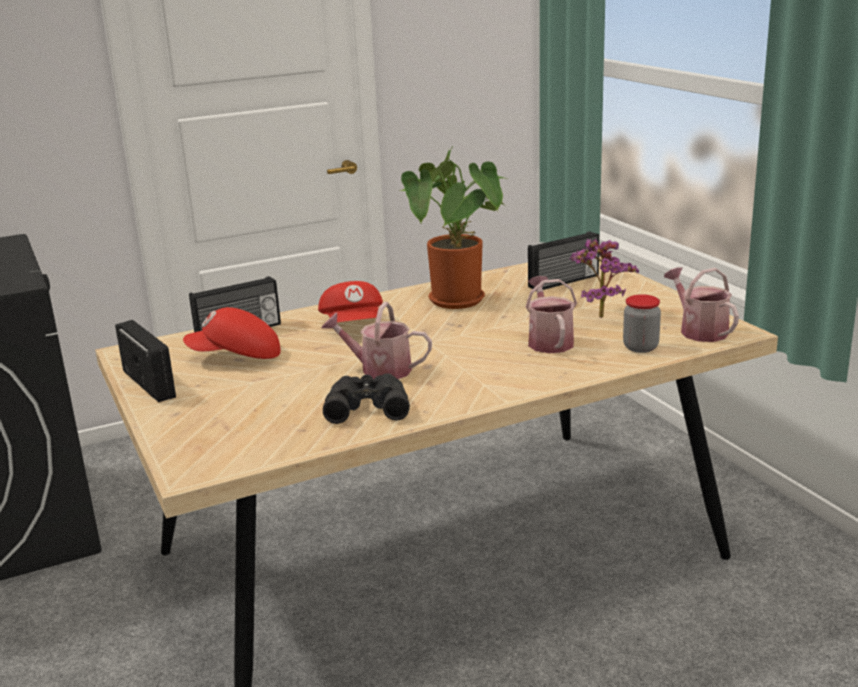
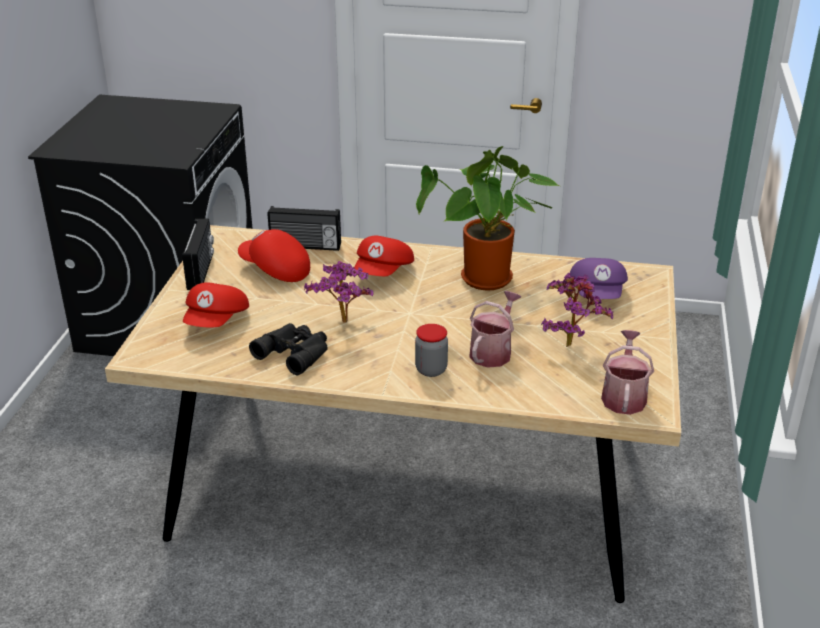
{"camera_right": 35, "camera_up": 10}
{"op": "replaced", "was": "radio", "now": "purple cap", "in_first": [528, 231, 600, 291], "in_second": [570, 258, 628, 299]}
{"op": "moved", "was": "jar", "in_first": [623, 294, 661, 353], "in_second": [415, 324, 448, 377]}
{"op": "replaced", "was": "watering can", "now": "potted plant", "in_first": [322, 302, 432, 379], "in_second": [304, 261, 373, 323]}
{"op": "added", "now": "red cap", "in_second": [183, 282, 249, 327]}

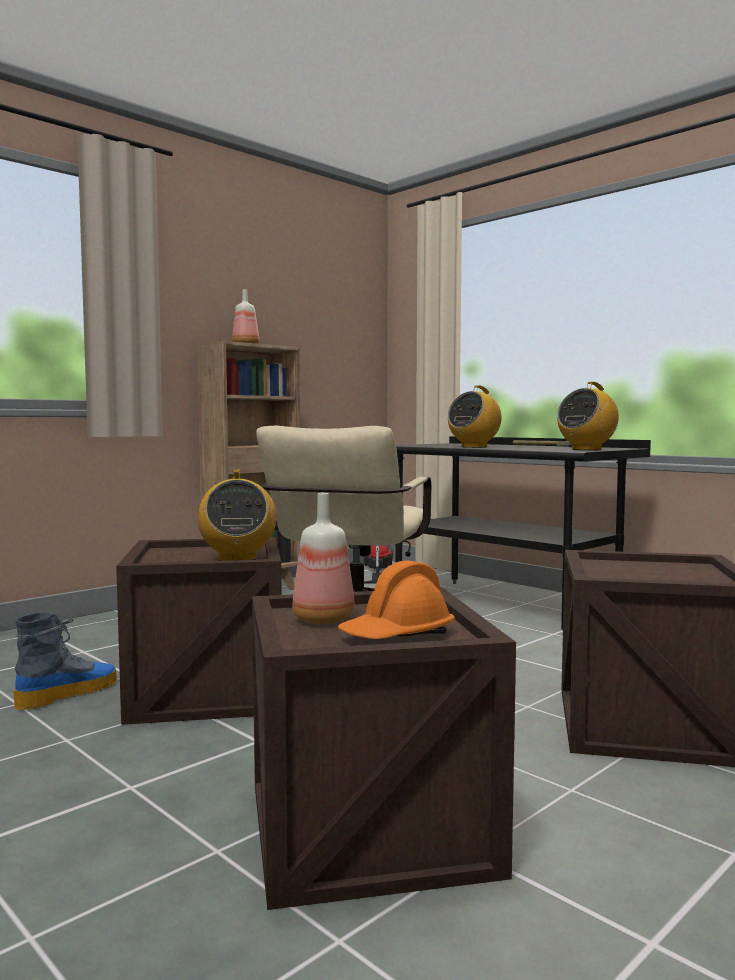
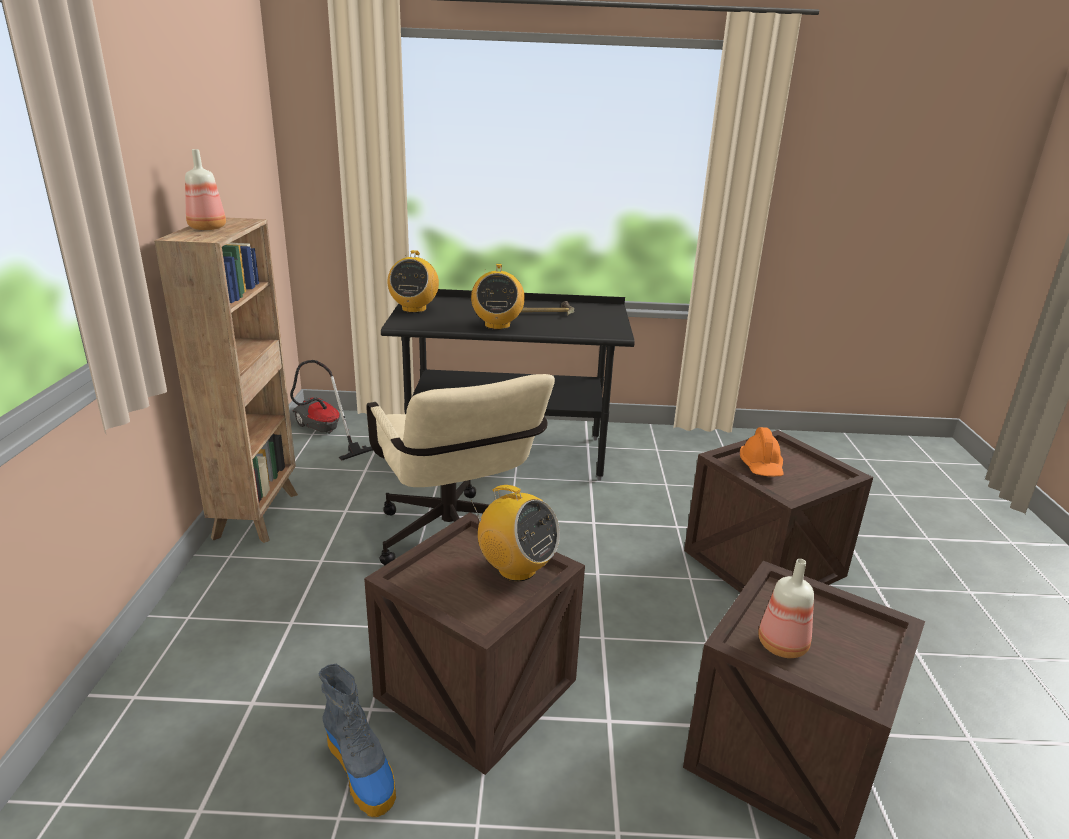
{"camera_right": -45, "camera_up": 20}
{"op": "moved", "was": "radio", "in_first": [557, 382, 619, 451], "in_second": [387, 250, 439, 313]}
{"op": "moved", "was": "orange hard hat", "in_first": [338, 561, 455, 639], "in_second": [740, 427, 784, 477]}
{"op": "turned", "was": "boot", "in_first": [14, 612, 117, 710], "in_second": [318, 664, 396, 817], "clockwise": 150}

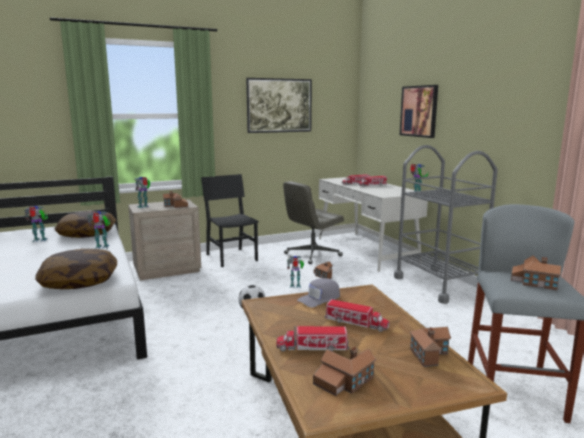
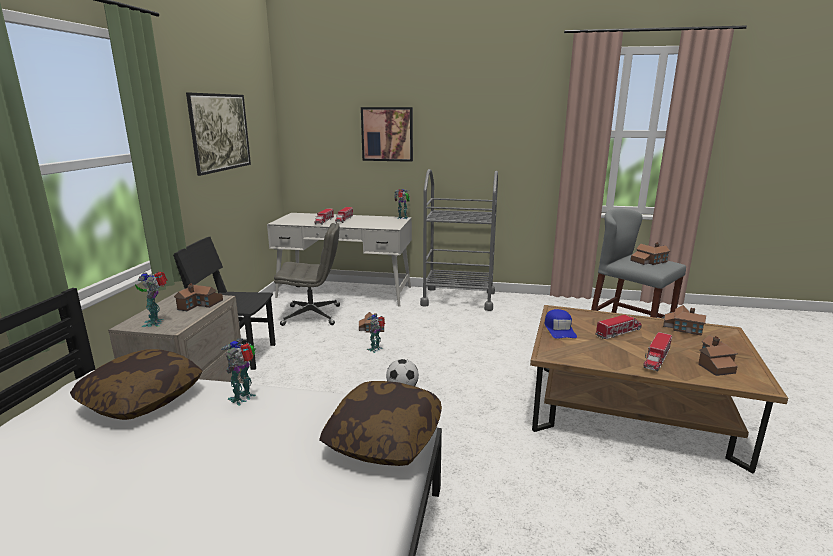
{"camera_right": -55, "camera_up": 5}
{"op": "turned", "was": "grey office chair", "in_first": [283, 181, 344, 264], "in_second": [274, 223, 340, 326], "clockwise": -90}
{"op": "removed", "was": "toy robot", "in_first": [24, 206, 48, 242]}
{"op": "recoloured", "was": "grey cap", "now": "blue cap", "in_first": [297, 278, 340, 307], "in_second": [544, 309, 577, 339]}

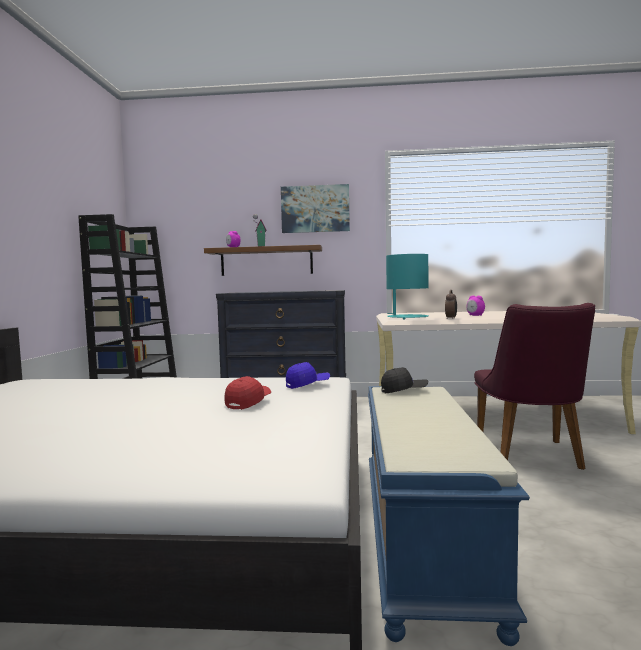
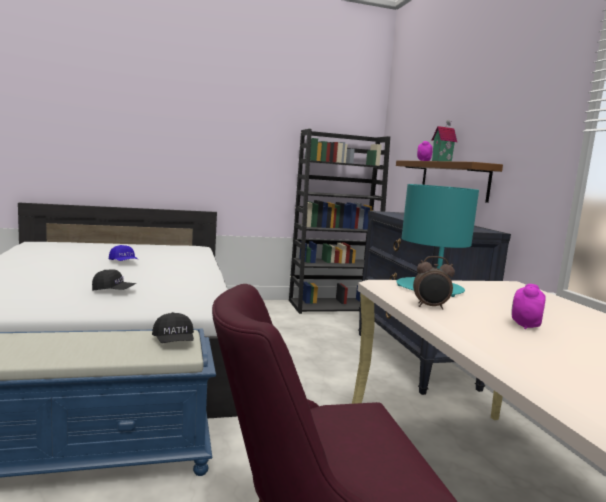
{"camera_right": 70, "camera_up": 5}
{"op": "removed", "was": "picture", "in_first": [281, 184, 350, 233]}
{"op": "moved", "was": "blue cap", "in_first": [286, 362, 330, 389], "in_second": [109, 245, 138, 261]}
{"op": "recoloured", "was": "red cap", "now": "black cap", "in_first": [225, 376, 271, 410], "in_second": [92, 270, 136, 290]}

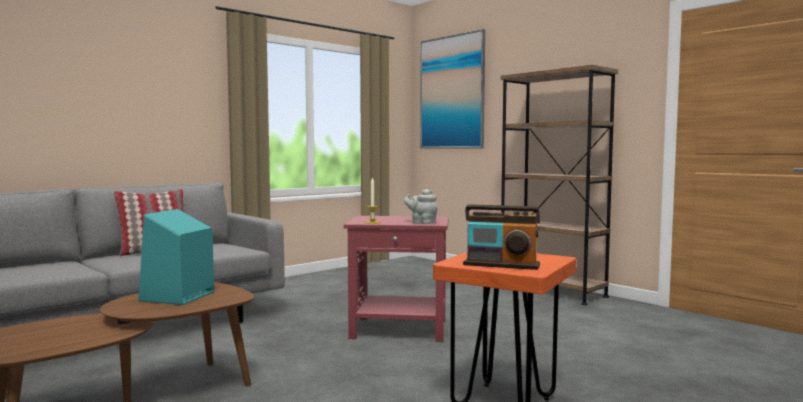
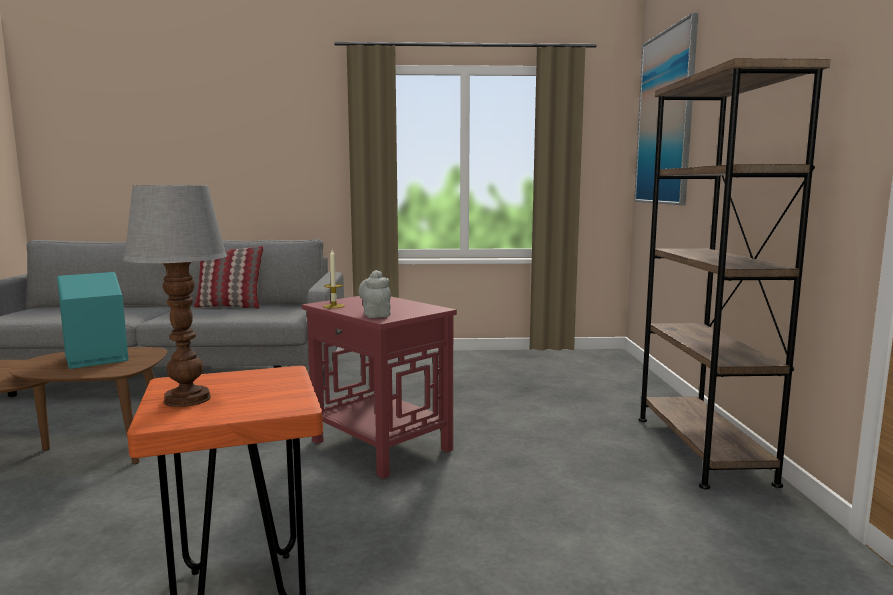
{"camera_right": 40, "camera_up": 5}
{"op": "replaced", "was": "radio", "now": "table lamp", "in_first": [463, 204, 541, 270], "in_second": [123, 185, 227, 407]}

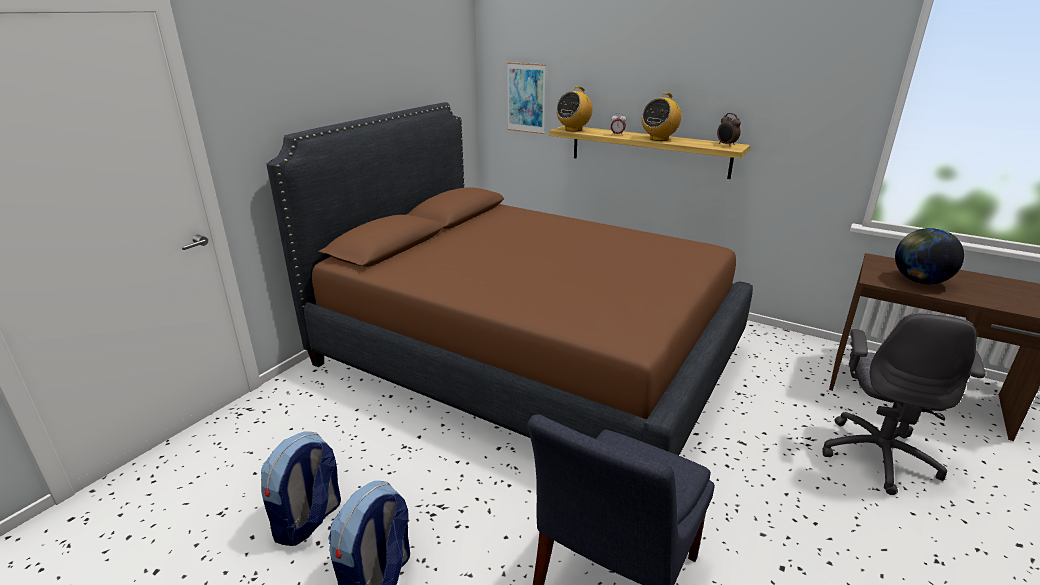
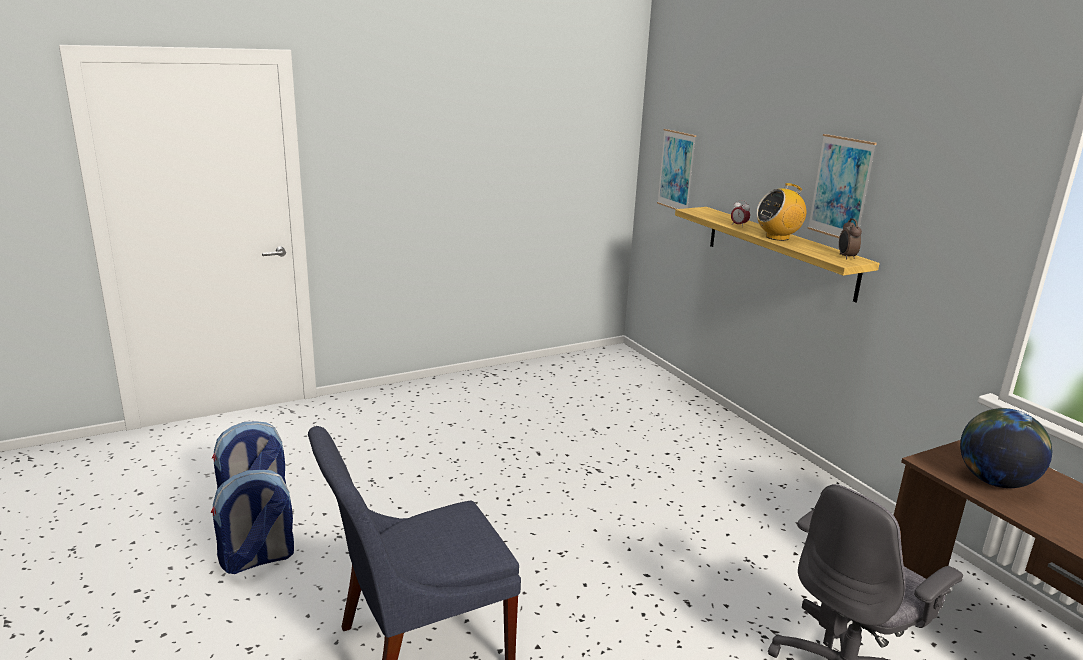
{"camera_right": 30, "camera_up": -5}
{"op": "removed", "was": "radio", "in_first": [556, 86, 593, 132]}
{"op": "removed", "was": "brown bed", "in_first": [267, 102, 753, 455]}
{"op": "added", "now": "picture", "in_second": [807, 134, 877, 238]}

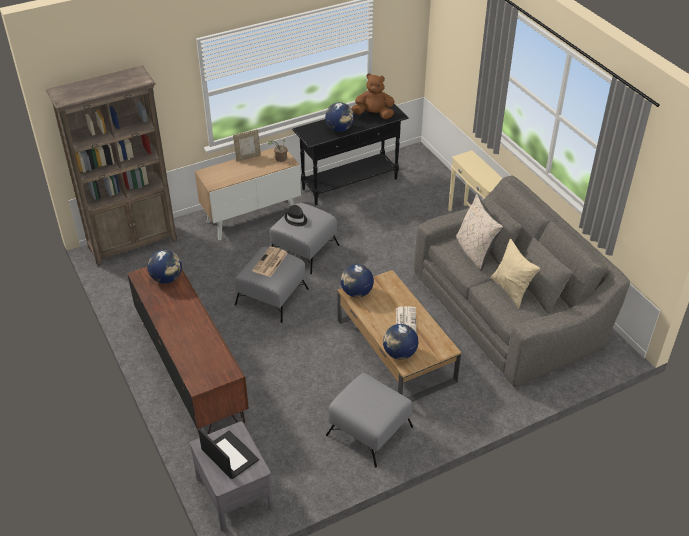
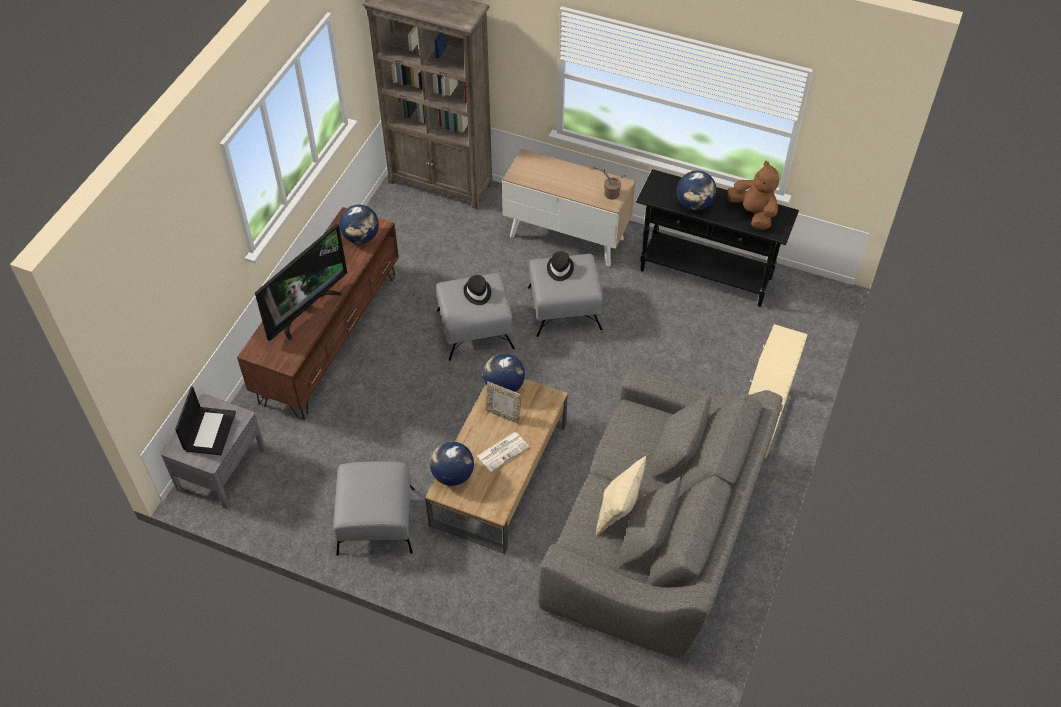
{"camera_right": 50, "camera_up": 10}
{"op": "moved", "was": "picture frame", "in_first": [233, 129, 261, 161], "in_second": [486, 381, 522, 424]}
{"op": "removed", "was": "beige pillow", "in_first": [456, 194, 503, 270]}
{"op": "replaced", "was": "newspaper", "now": "black hat", "in_first": [252, 246, 288, 277], "in_second": [464, 275, 491, 305]}
{"op": "added", "now": "television", "in_second": [255, 224, 347, 341]}

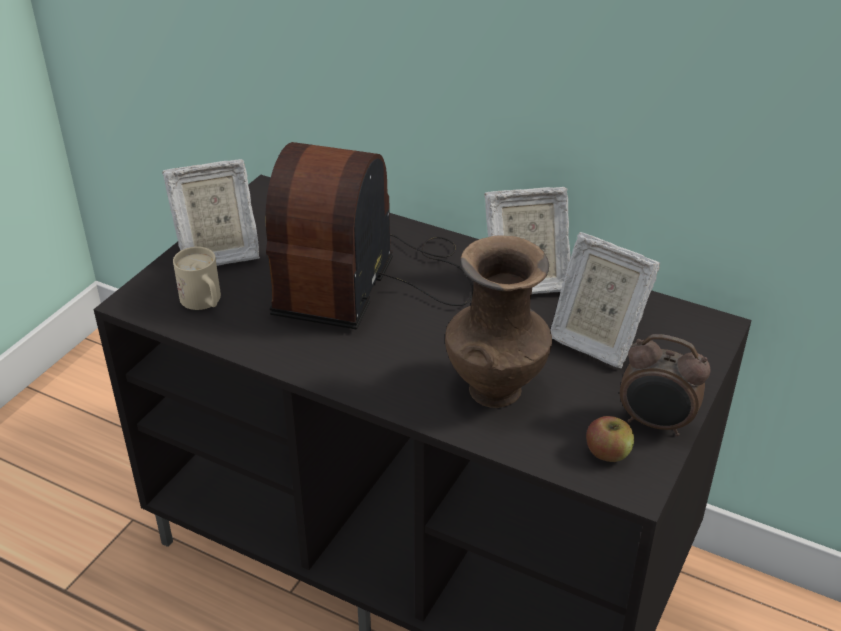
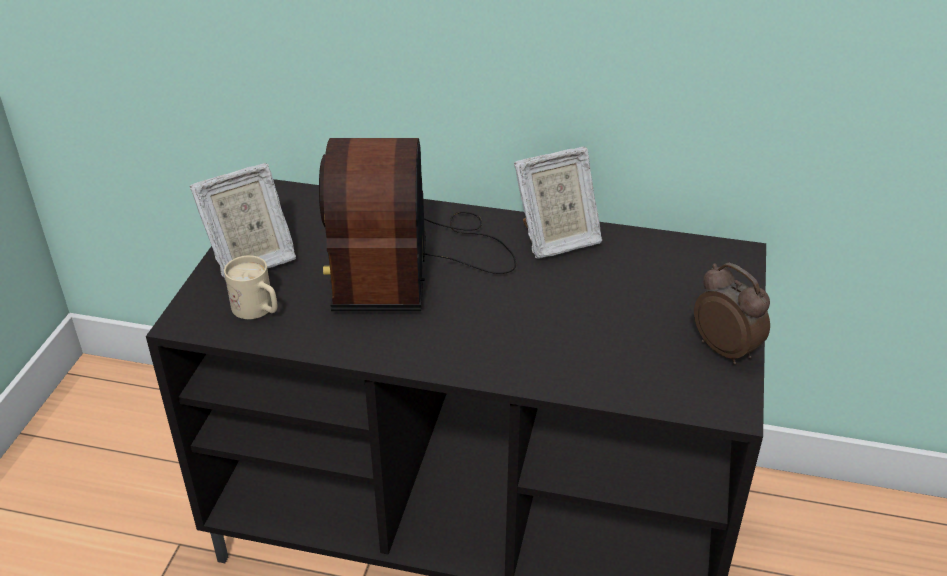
{"camera_right": -15, "camera_up": 0}
{"op": "removed", "was": "picture frame", "in_first": [550, 232, 660, 368]}
{"op": "removed", "was": "brown vase", "in_first": [445, 235, 552, 408]}
{"op": "turned", "was": "alarm clock", "in_first": [620, 334, 711, 436], "in_second": [694, 263, 770, 365], "clockwise": -135}
{"op": "removed", "was": "apple", "in_first": [586, 416, 634, 462]}

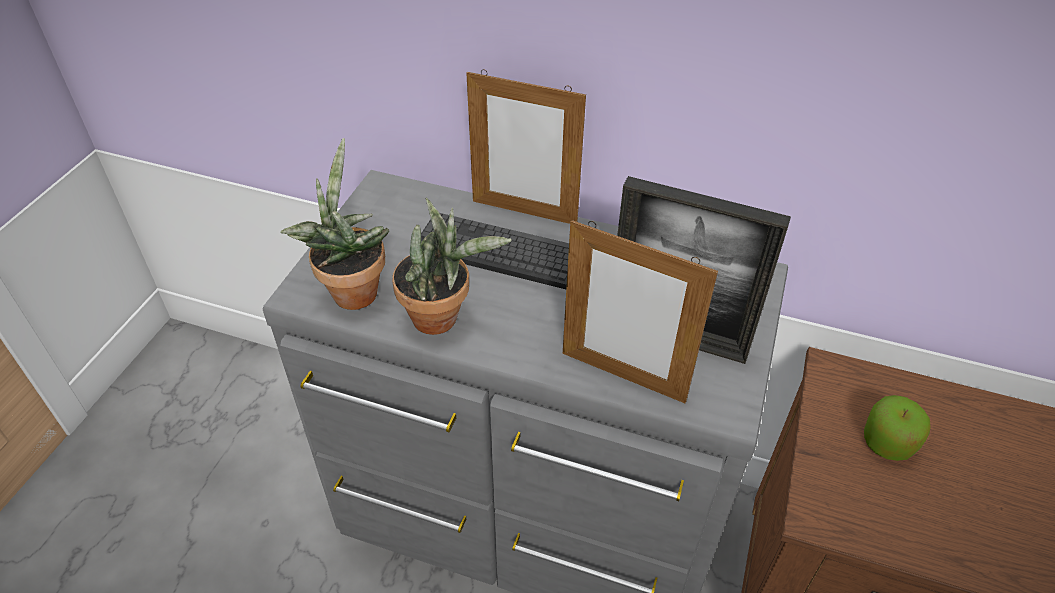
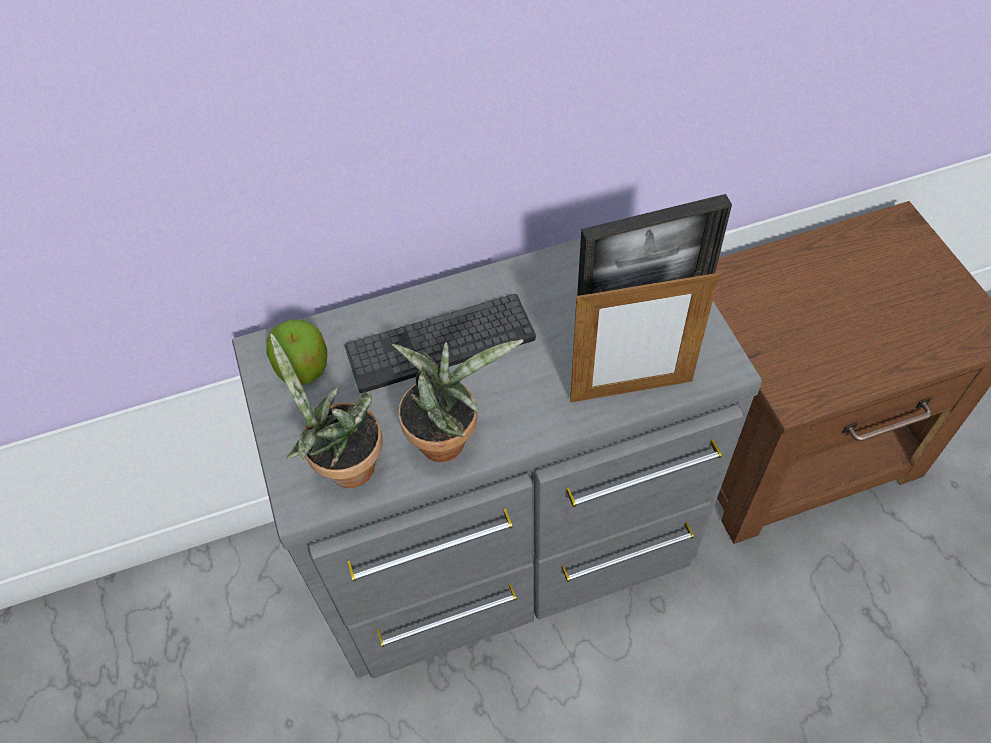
{"camera_right": -35, "camera_up": 10}
{"op": "removed", "was": "picture frame", "in_first": [466, 69, 586, 224]}
{"op": "moved", "was": "apple", "in_first": [864, 395, 931, 461], "in_second": [266, 320, 327, 385]}

